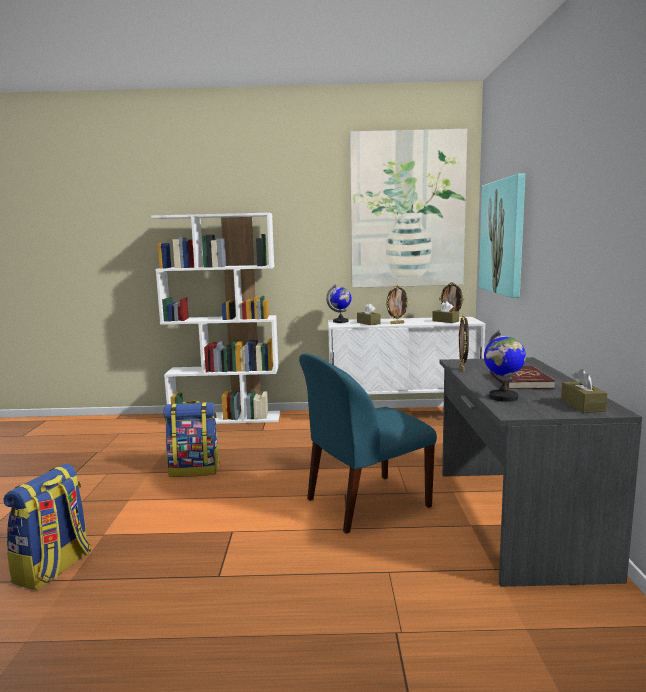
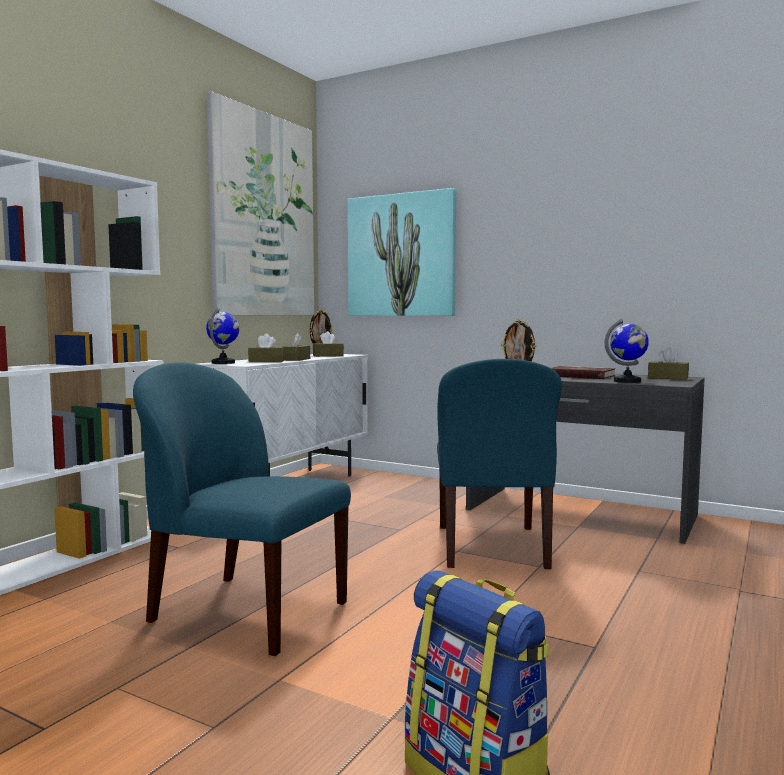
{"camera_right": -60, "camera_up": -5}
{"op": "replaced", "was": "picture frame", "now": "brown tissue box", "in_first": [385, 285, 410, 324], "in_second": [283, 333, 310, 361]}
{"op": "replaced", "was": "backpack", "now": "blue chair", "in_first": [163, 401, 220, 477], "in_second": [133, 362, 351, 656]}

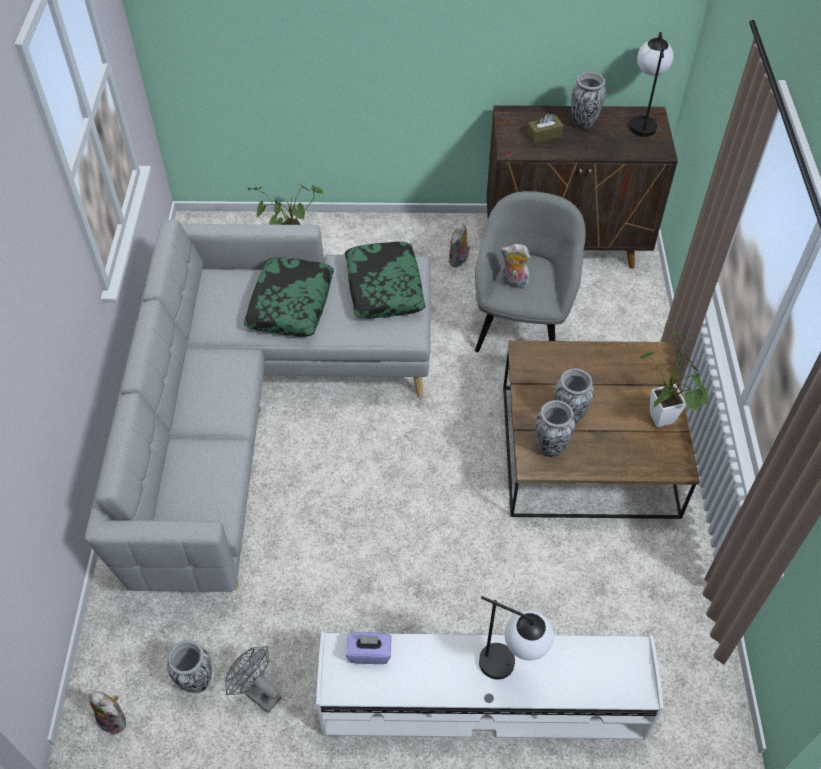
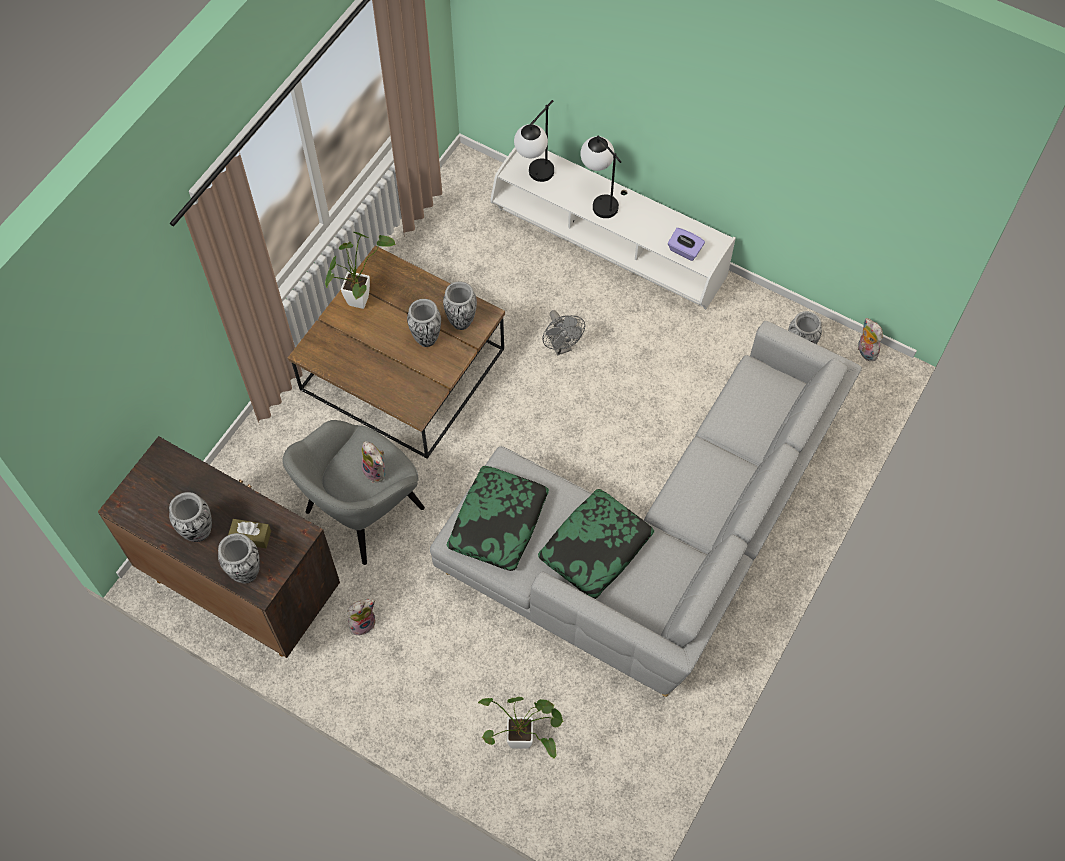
{"camera_right": -150, "camera_up": 10}
{"op": "moved", "was": "table lamp", "in_first": [630, 32, 673, 137], "in_second": [514, 100, 554, 182]}
{"op": "moved", "was": "grey fan", "in_first": [225, 646, 281, 713], "in_second": [543, 310, 585, 356]}
{"op": "added", "now": "vase", "in_second": [218, 533, 260, 584]}

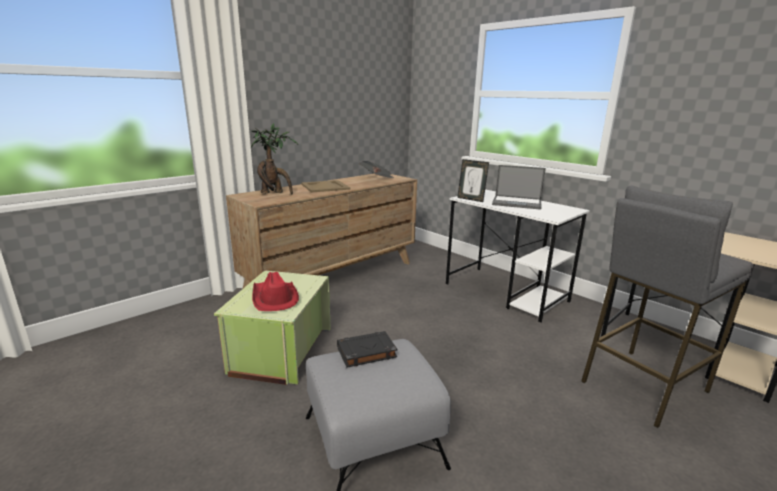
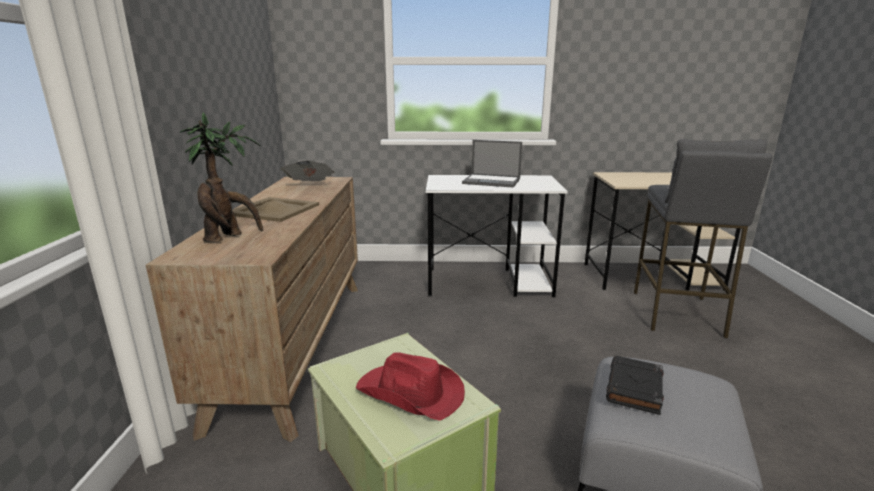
{"camera_right": -45, "camera_up": 0}
{"op": "removed", "was": "picture frame", "in_first": [457, 159, 489, 202]}
{"op": "turned", "was": "laptop", "in_first": [492, 165, 546, 210], "in_second": [462, 140, 522, 188], "clockwise": 45}

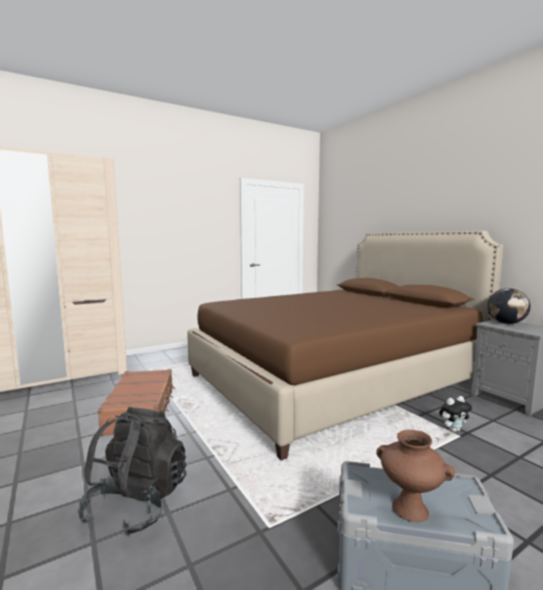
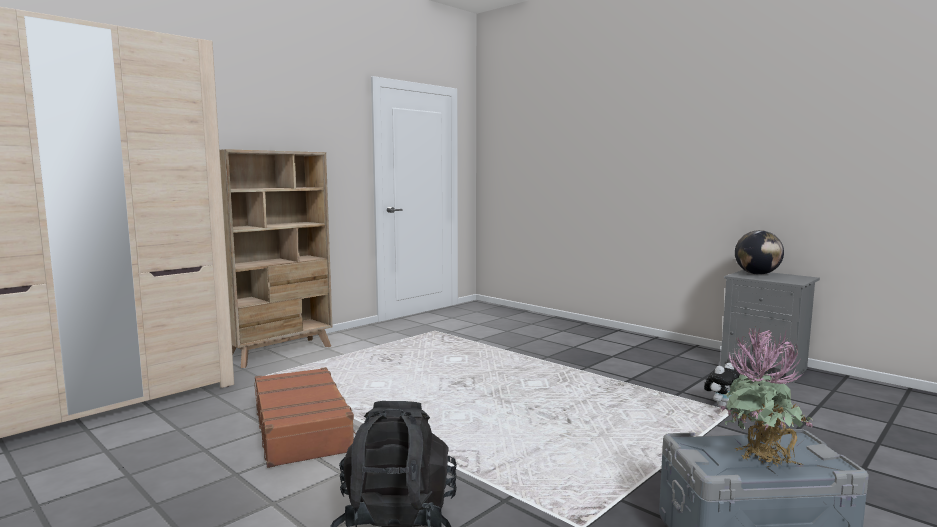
{"camera_right": -15, "camera_up": 0}
{"op": "removed", "was": "brown bed", "in_first": [187, 231, 503, 461]}
{"op": "replaced", "was": "brown vase", "now": "potted plant", "in_first": [376, 430, 455, 522], "in_second": [719, 327, 814, 467]}
{"op": "added", "now": "beige bookcase", "in_second": [219, 149, 332, 368]}

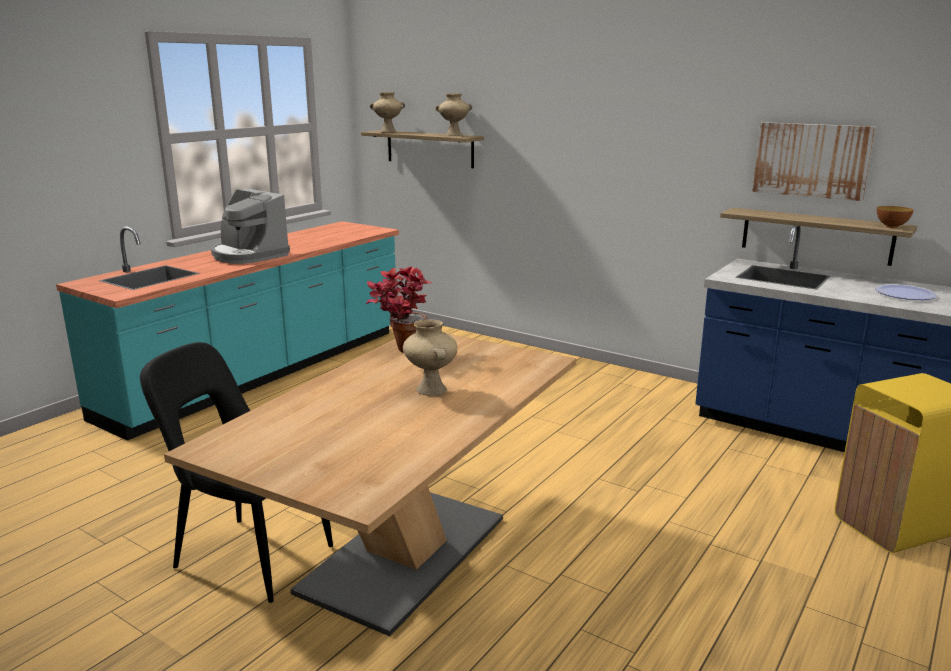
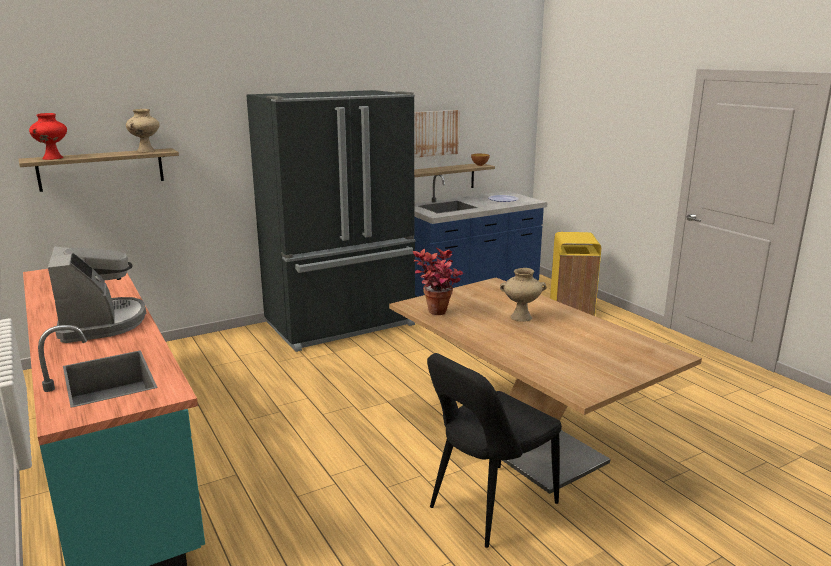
{"camera_right": -65, "camera_up": 0}
{"op": "recoloured", "was": "beige vase", "now": "red vase", "in_first": [370, 92, 405, 133], "in_second": [29, 113, 67, 160]}
{"op": "turned", "was": "coffee machine", "in_first": [211, 189, 290, 264], "in_second": [48, 247, 146, 343], "clockwise": -90}
{"op": "added", "now": "black fridge", "in_second": [246, 90, 415, 352]}

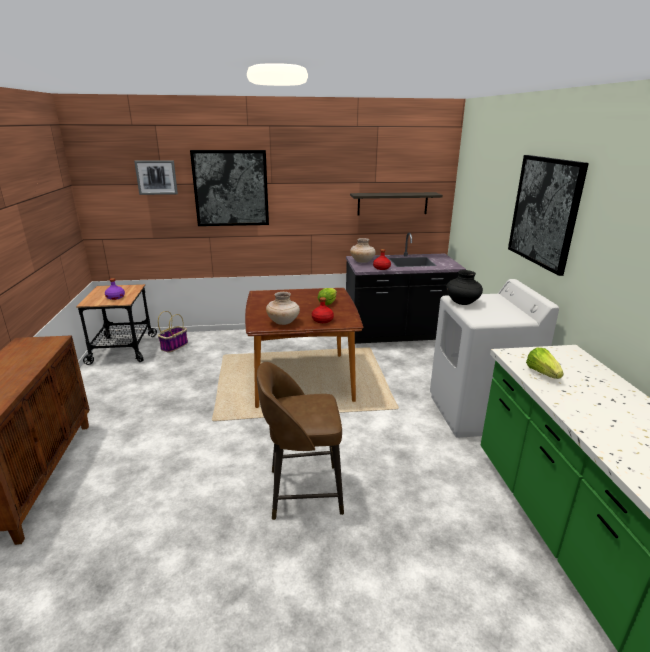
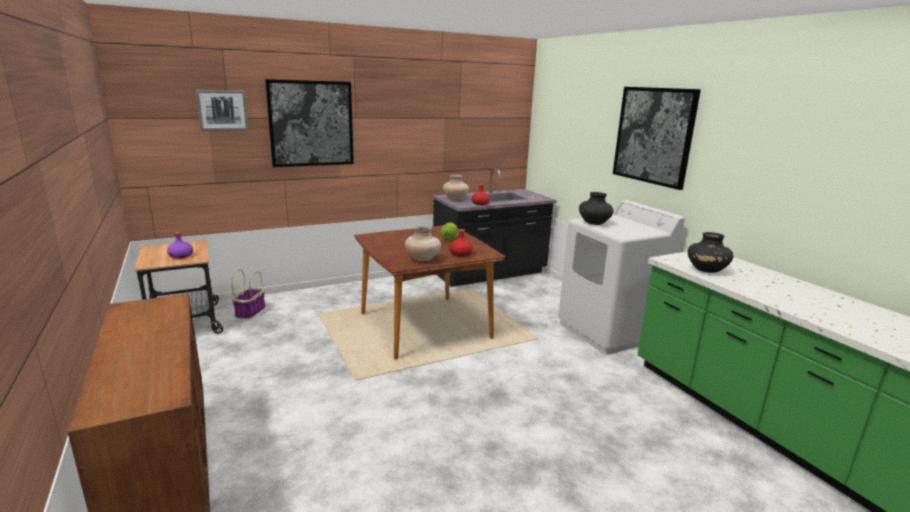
{"camera_right": -20, "camera_up": -5}
{"op": "removed", "was": "shelf", "in_first": [350, 192, 443, 215]}
{"op": "replaced", "was": "lettuce", "now": "black vase", "in_first": [526, 347, 564, 379], "in_second": [688, 232, 734, 273]}
{"op": "removed", "was": "brown stool", "in_first": [257, 362, 344, 520]}

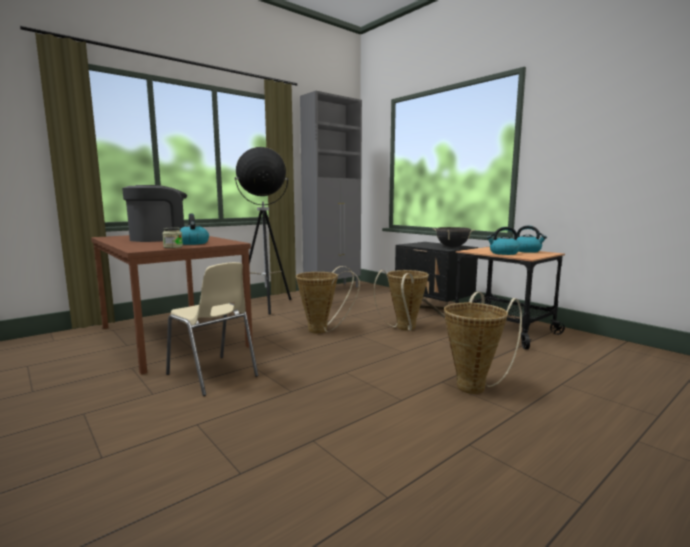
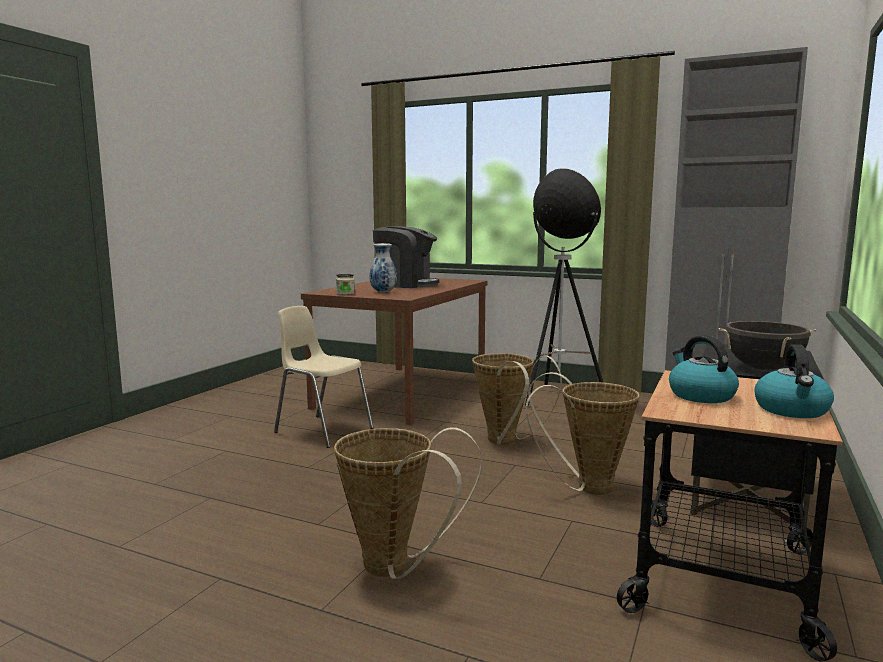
{"camera_right": 65, "camera_up": 0}
{"op": "replaced", "was": "kettle", "now": "vase", "in_first": [180, 214, 209, 245], "in_second": [369, 243, 397, 293]}
{"op": "turned", "was": "beige chair", "in_first": [166, 262, 258, 396], "in_second": [274, 306, 374, 448], "clockwise": 105}

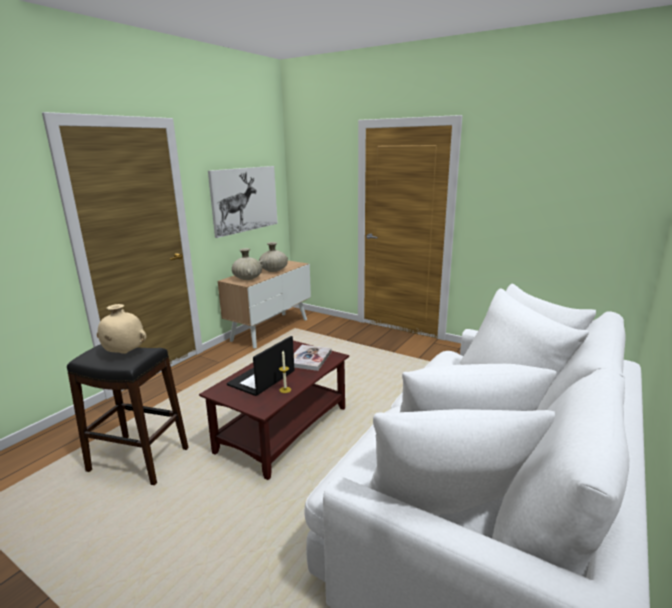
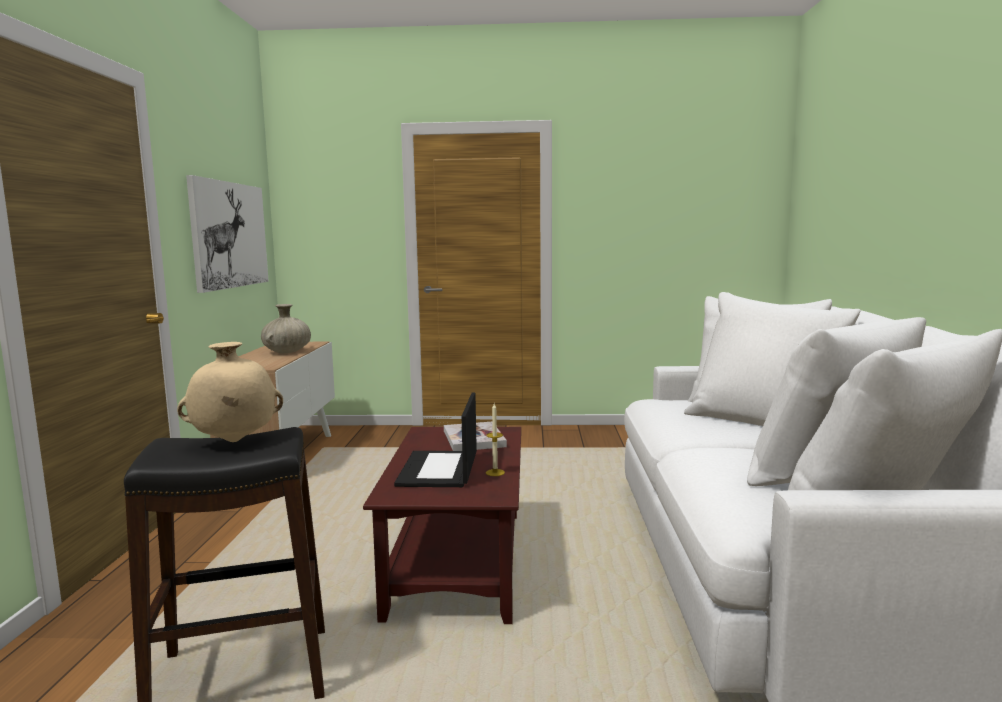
{"camera_right": -30, "camera_up": -10}
{"op": "removed", "was": "beige vase", "in_first": [232, 248, 262, 280]}

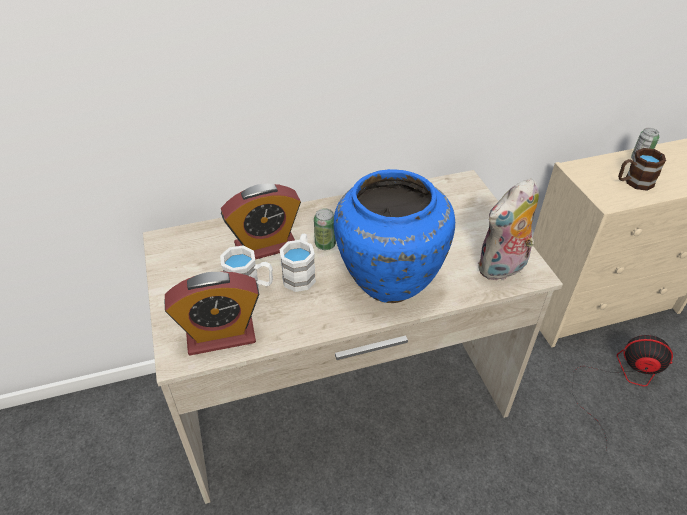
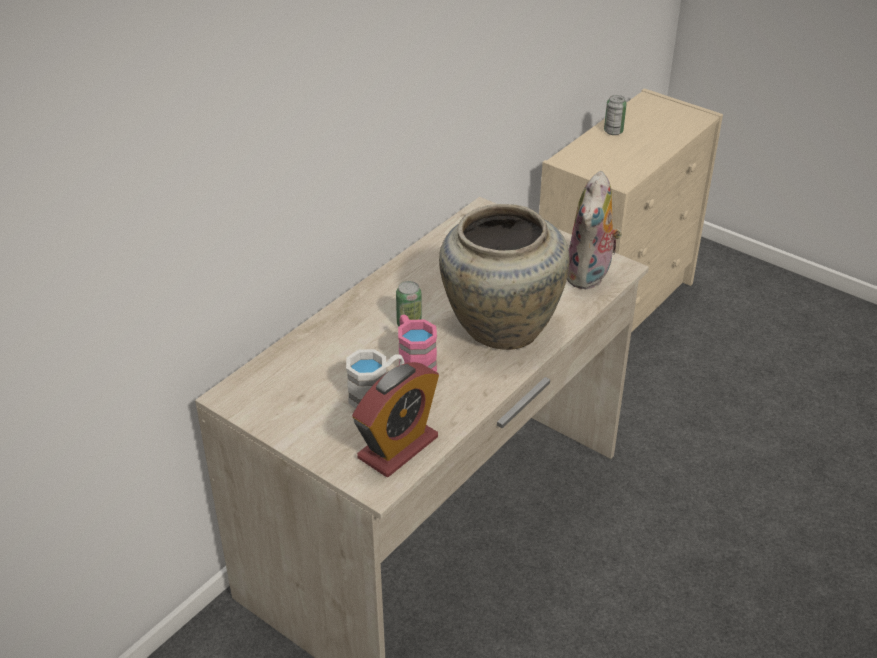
{"camera_right": -35, "camera_up": -5}
{"op": "removed", "was": "brown mug", "in_first": [618, 148, 666, 191]}
{"op": "recoloured", "was": "blue vase", "now": "beige vase", "in_first": [334, 169, 455, 303], "in_second": [439, 204, 569, 350]}
{"op": "removed", "was": "alarm clock", "in_first": [221, 184, 301, 260]}
{"op": "recoloured", "was": "white mug", "now": "pink mug", "in_first": [279, 234, 316, 292], "in_second": [398, 315, 437, 372]}
{"op": "removed", "was": "fan", "in_first": [572, 335, 673, 451]}

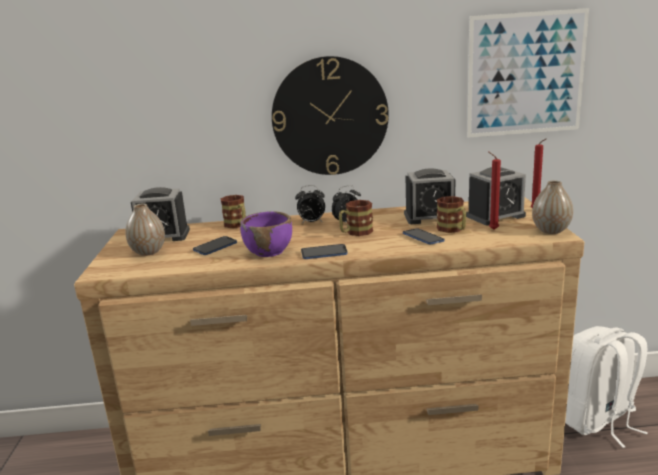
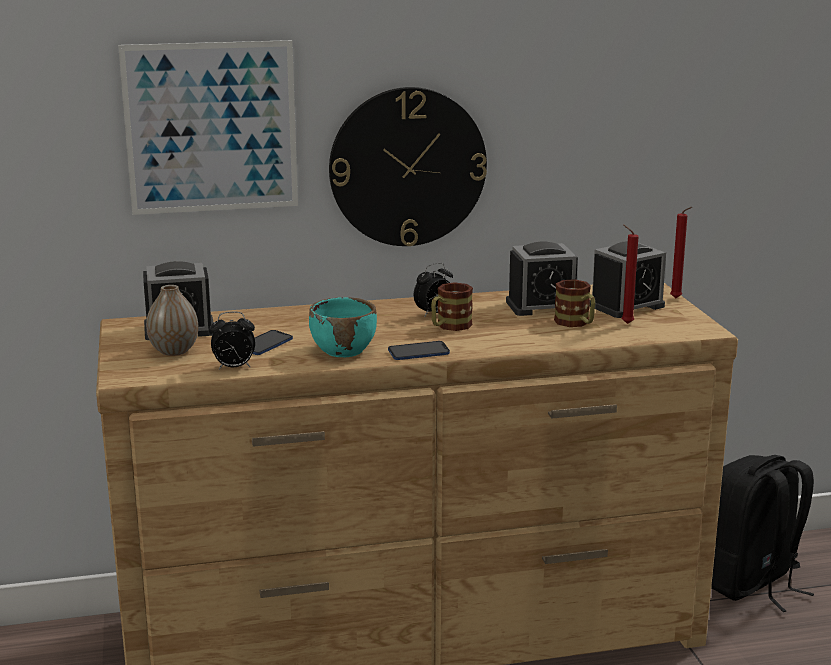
{"camera_right": -10, "camera_up": 0}
{"op": "moved", "was": "picture", "in_first": [467, 8, 589, 138], "in_second": [118, 40, 298, 215]}
{"op": "removed", "was": "vase", "in_first": [532, 180, 573, 234]}
{"op": "moved", "was": "alarm clock", "in_first": [295, 185, 325, 224], "in_second": [209, 312, 255, 369]}
{"op": "removed", "was": "mug", "in_first": [220, 195, 246, 228]}
{"op": "recoloured", "was": "purple bowl", "now": "turquoise bowl", "in_first": [240, 212, 292, 257], "in_second": [309, 297, 377, 357]}
{"op": "removed", "was": "phone", "in_first": [403, 228, 445, 244]}
{"op": "recoloured", "was": "white backpack", "now": "black backpack", "in_first": [565, 326, 648, 448], "in_second": [711, 455, 814, 612]}

